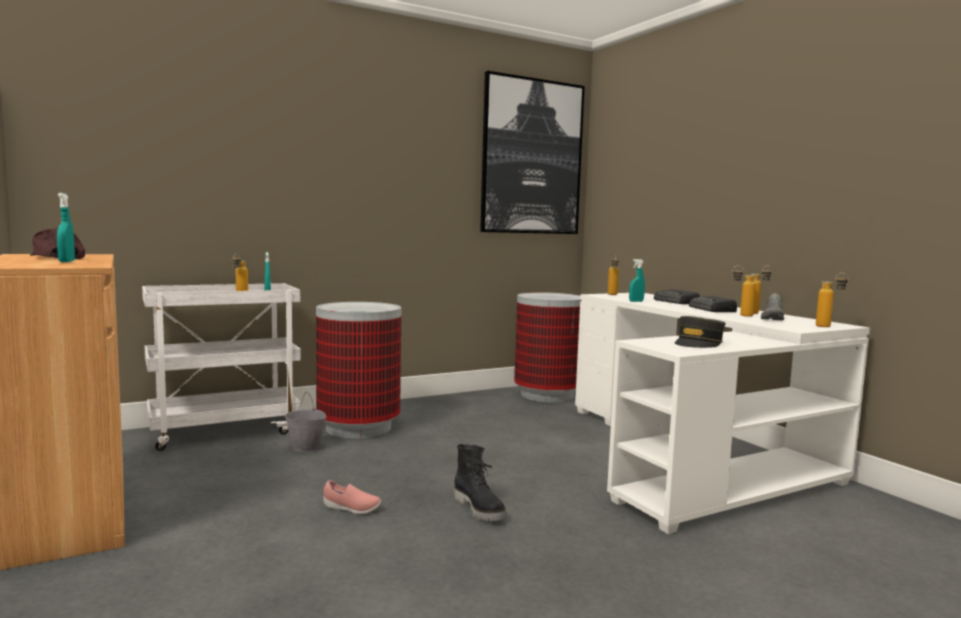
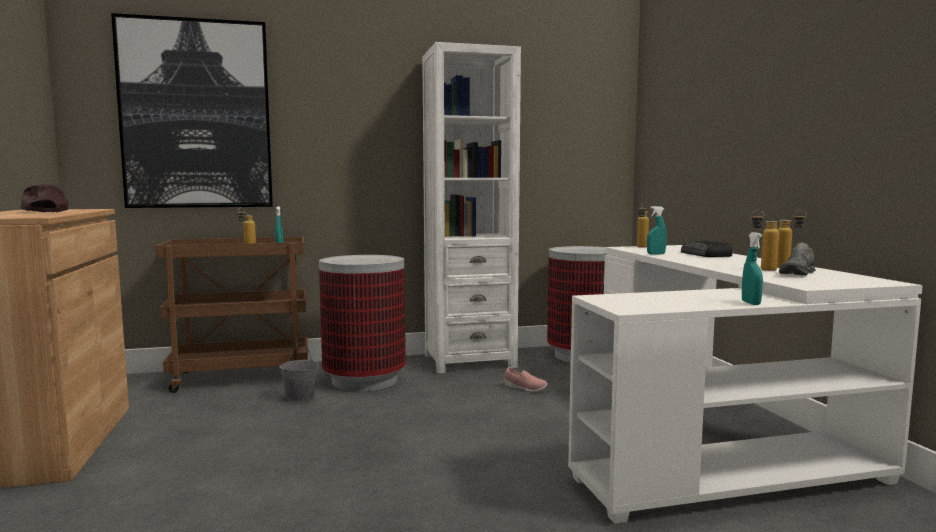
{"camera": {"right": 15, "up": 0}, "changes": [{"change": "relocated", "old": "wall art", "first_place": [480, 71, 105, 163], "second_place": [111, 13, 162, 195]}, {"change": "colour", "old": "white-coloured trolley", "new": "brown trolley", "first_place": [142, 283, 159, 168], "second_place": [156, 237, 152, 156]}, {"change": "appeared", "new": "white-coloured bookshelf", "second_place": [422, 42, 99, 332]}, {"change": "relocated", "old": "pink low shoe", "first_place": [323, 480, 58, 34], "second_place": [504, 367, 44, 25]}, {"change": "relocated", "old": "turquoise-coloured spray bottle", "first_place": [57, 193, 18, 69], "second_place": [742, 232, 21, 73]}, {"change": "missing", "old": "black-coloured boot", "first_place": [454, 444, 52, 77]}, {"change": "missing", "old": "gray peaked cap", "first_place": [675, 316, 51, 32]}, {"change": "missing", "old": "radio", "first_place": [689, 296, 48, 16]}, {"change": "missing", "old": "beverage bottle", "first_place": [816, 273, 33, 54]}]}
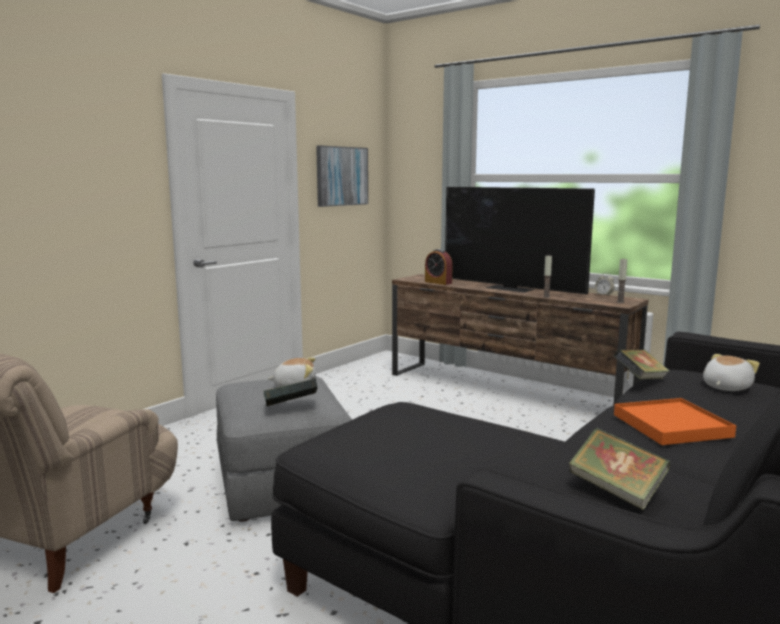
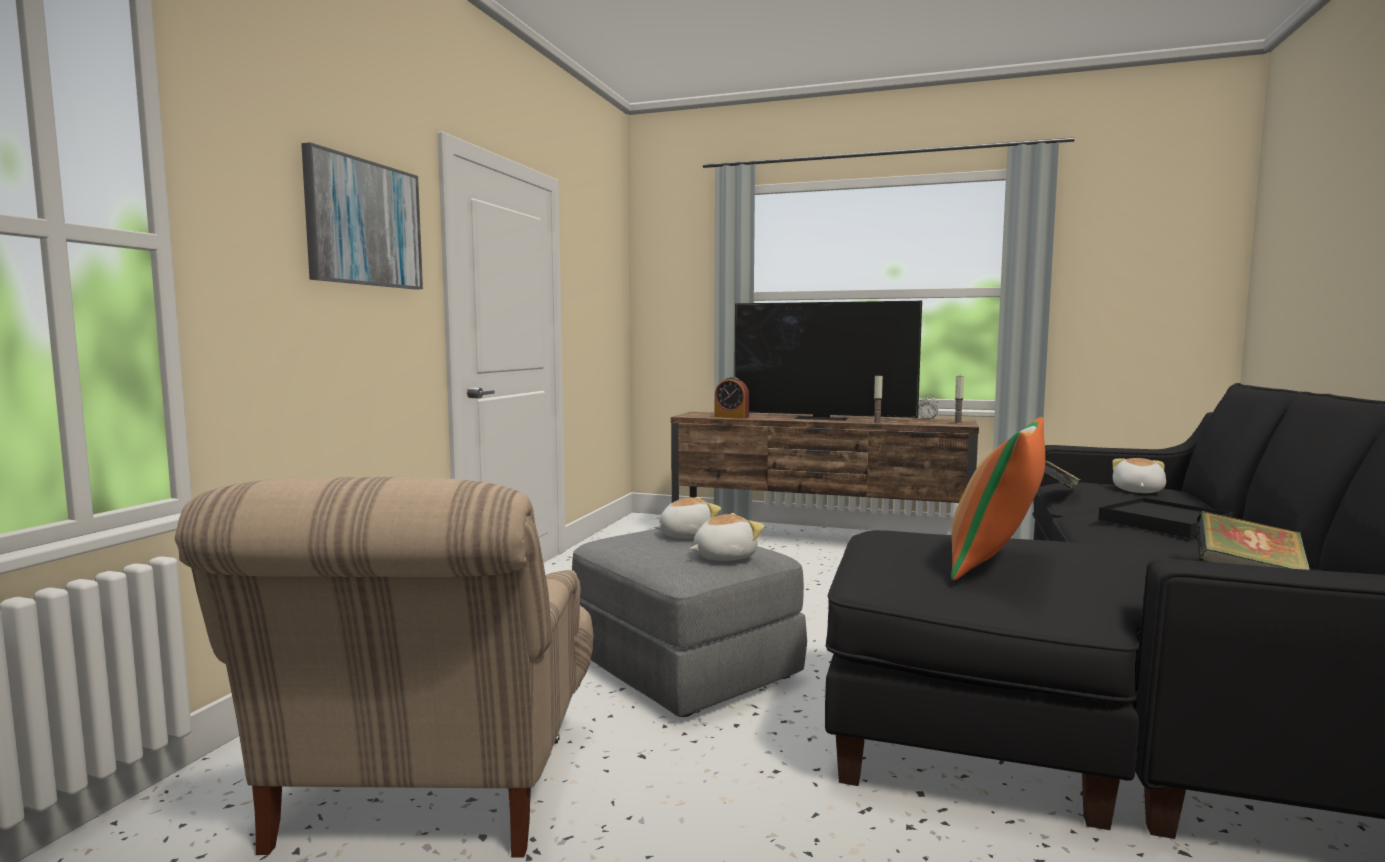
{"camera": {"right": -20, "up": -5}, "changes": [{"change": "relocated", "old": "wall art", "first_place": [316, 146, 52, 61], "second_place": [301, 142, 122, 147]}, {"change": "exchanged", "old": "volume", "new": "cuddly toy", "first_place": [263, 378, 55, 28], "second_place": [690, 513, 74, 48]}, {"change": "appeared", "new": "throw pillow", "second_place": [951, 417, 94, 164]}, {"change": "colour", "old": "orangey carrying tray", "new": "black-coloured carrying tray", "first_place": [614, 398, 122, 47], "second_place": [1098, 498, 135, 40]}]}
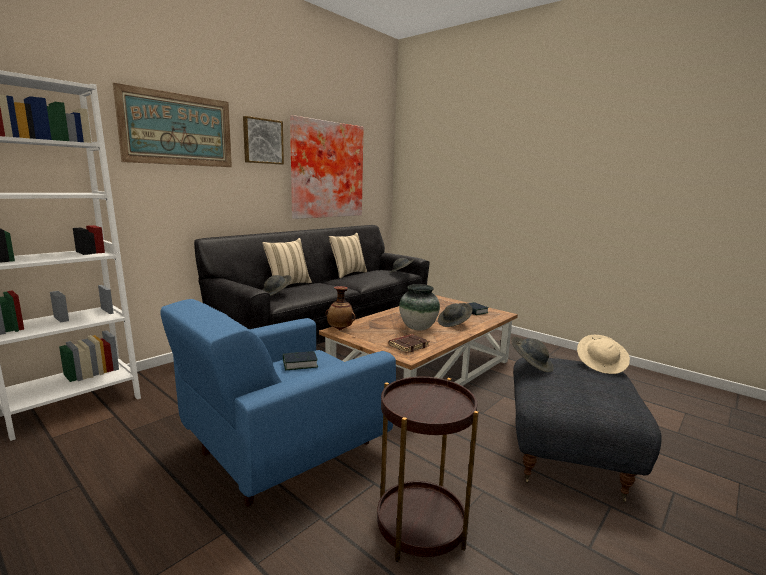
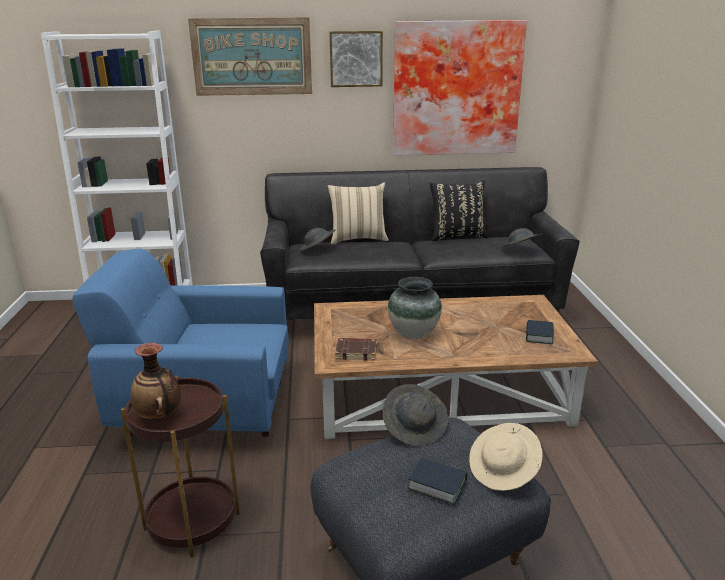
{"camera": {"right": 45, "up": 10}, "changes": [{"change": "relocated", "old": "decorative vase", "first_place": [325, 286, 31, 44], "second_place": [131, 343, 50, 76]}, {"change": "relocated", "old": "volume", "first_place": [283, 351, 35, 19], "second_place": [408, 457, 59, 48]}, {"change": "colour", "old": "beige-coloured throw pillow", "new": "black-coloured throw pillow", "first_place": [329, 233, 38, 46], "second_place": [430, 180, 58, 61]}, {"change": "missing", "old": "gray wearable hat", "first_place": [438, 303, 34, 24]}]}
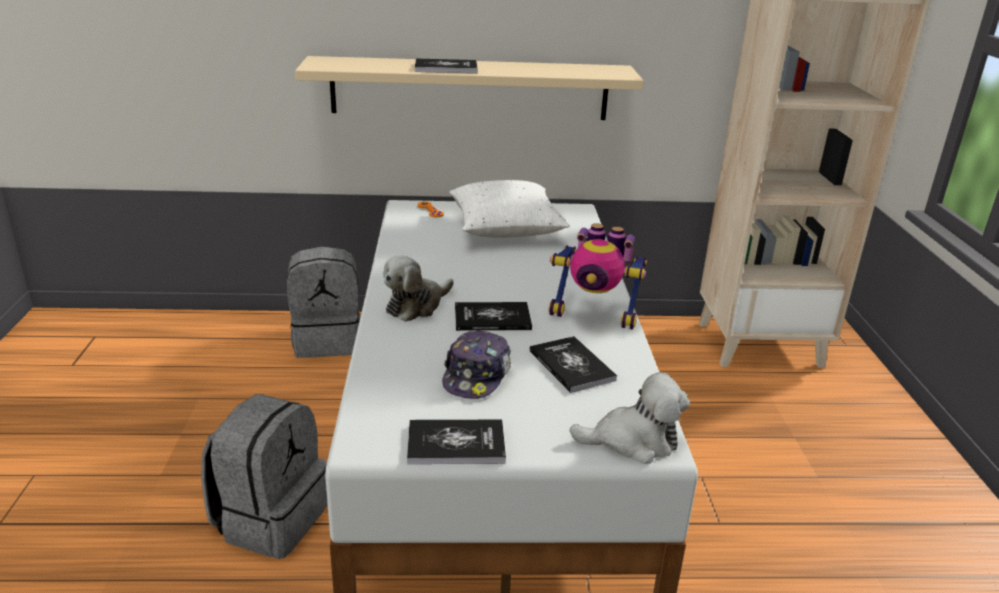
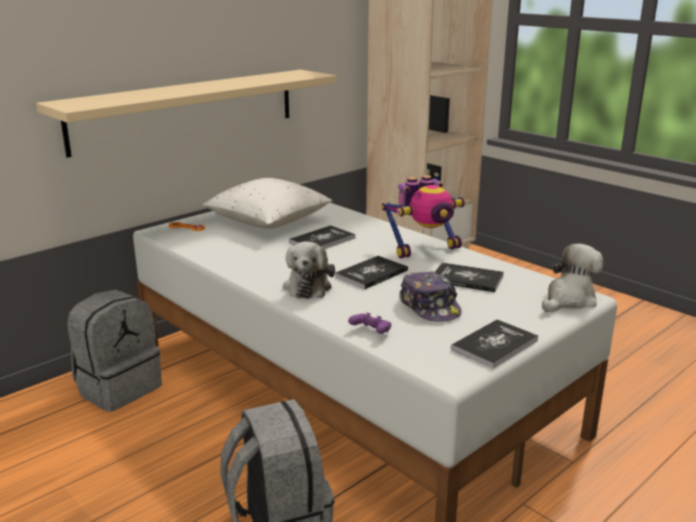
{"camera": {"right": -40, "up": -5}, "changes": [{"change": "relocated", "old": "volume", "first_place": [415, 59, 63, 14], "second_place": [289, 225, 66, 24]}, {"change": "appeared", "new": "purplish gamepad", "second_place": [348, 313, 43, 21]}]}
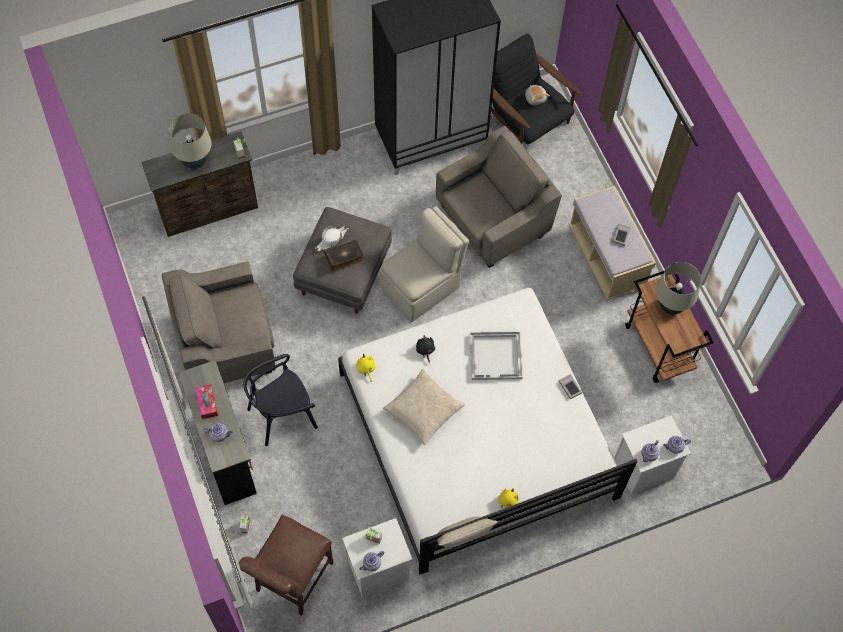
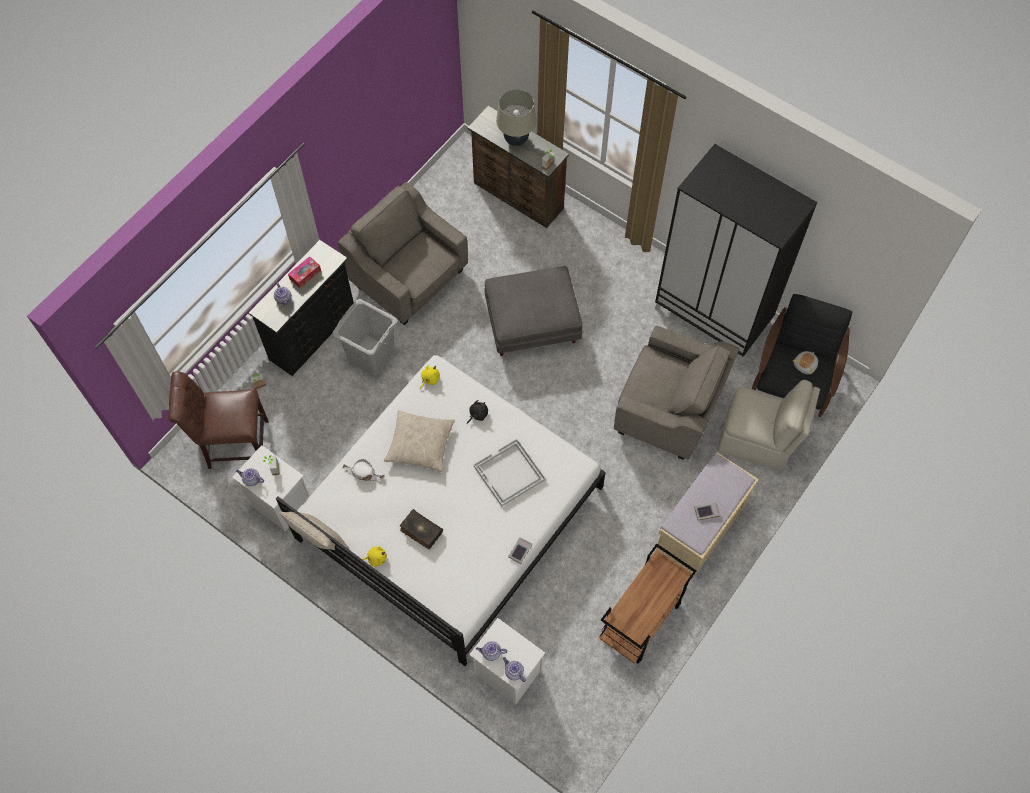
{"camera": {"right": 60, "up": 0}, "changes": [{"change": "exchanged", "old": "black-coloured chair", "new": "gray washing basket", "first_place": [243, 354, 75, 92], "second_place": [333, 299, 65, 76]}, {"change": "relocated", "old": "white-coloured wearable hat", "first_place": [315, 225, 33, 26], "second_place": [342, 459, 42, 22]}, {"change": "relocated", "old": "volume", "first_place": [324, 240, 40, 32], "second_place": [400, 509, 43, 40]}, {"change": "relocated", "old": "beige-coloured chair", "first_place": [380, 206, 89, 116], "second_place": [718, 380, 102, 91]}, {"change": "missing", "old": "beige-coloured tabletop lamp", "first_place": [656, 262, 45, 53]}]}
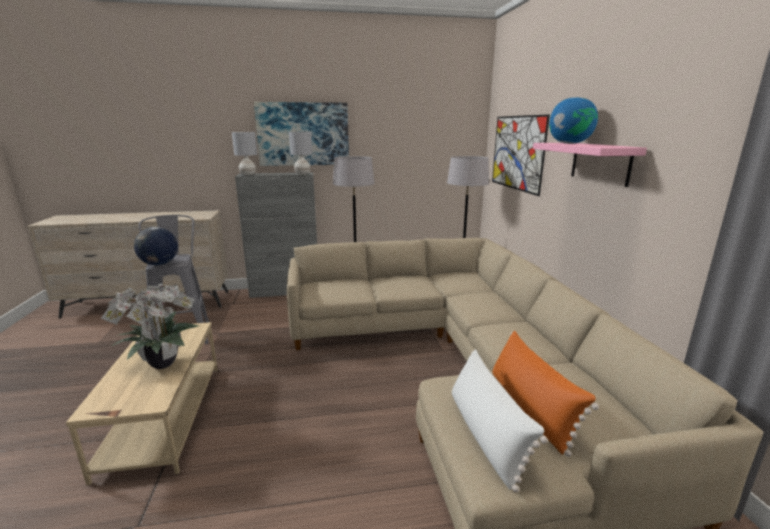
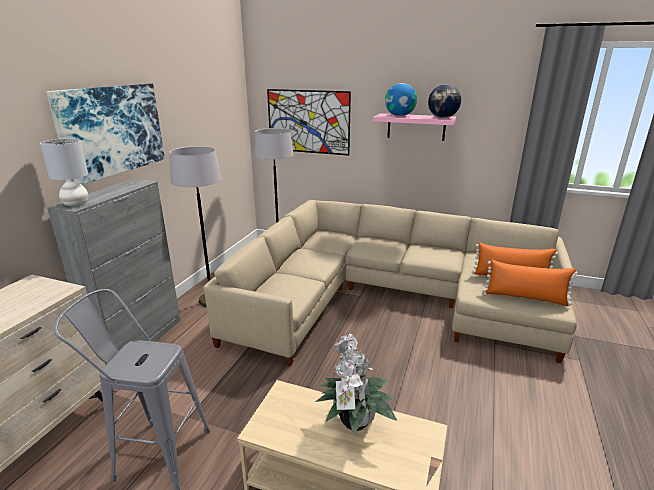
{"camera": {"right": -60, "up": 5}, "changes": [{"change": "relocated", "old": "world globe", "first_place": [134, 227, 44, 38], "second_place": [428, 84, 33, 34]}, {"change": "colour", "old": "white-coloured throw pillow", "new": "orangey throw pillow", "first_place": [452, 349, 96, 144], "second_place": [483, 259, 95, 47]}, {"change": "missing", "old": "gray tabletop lamp", "first_place": [289, 132, 23, 42]}]}
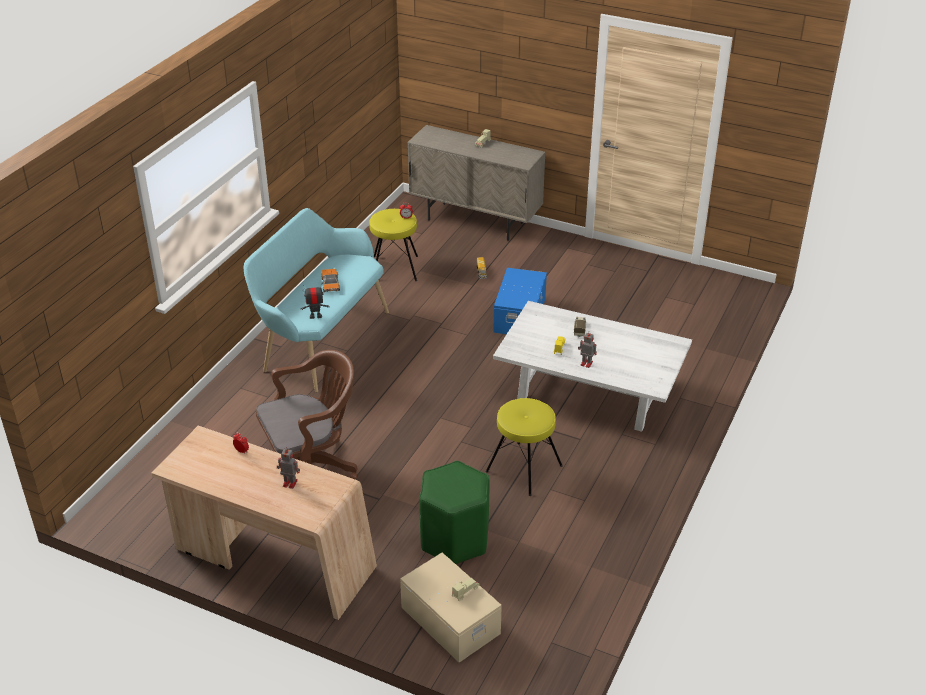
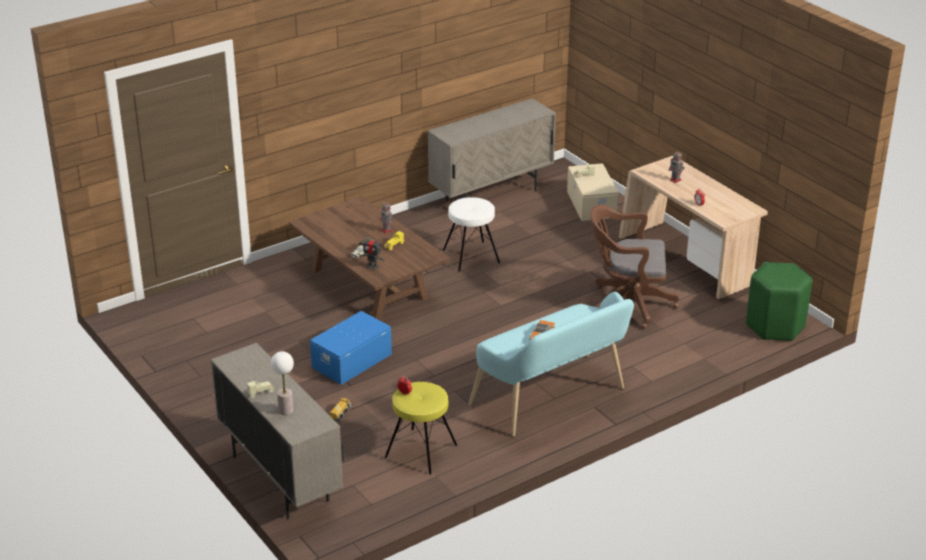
{"camera": {"right": -150, "up": -5}, "changes": [{"change": "appeared", "new": "tabletop lamp", "second_place": [271, 351, 23, 64]}, {"change": "colour", "old": "white-coloured lounge table", "new": "brown lounge table", "first_place": [493, 301, 199, 131], "second_place": [289, 196, 161, 123]}, {"change": "relocated", "old": "robot figure", "first_place": [301, 285, 28, 34], "second_place": [361, 237, 24, 33]}, {"change": "appeared", "new": "beige-coloured cupboard", "second_place": [427, 98, 129, 103]}, {"change": "colour", "old": "yellow stool", "new": "white-coloured stool", "first_place": [486, 398, 77, 98], "second_place": [443, 197, 57, 75]}, {"change": "relocated", "old": "green stool", "first_place": [419, 461, 71, 103], "second_place": [746, 262, 66, 79]}]}
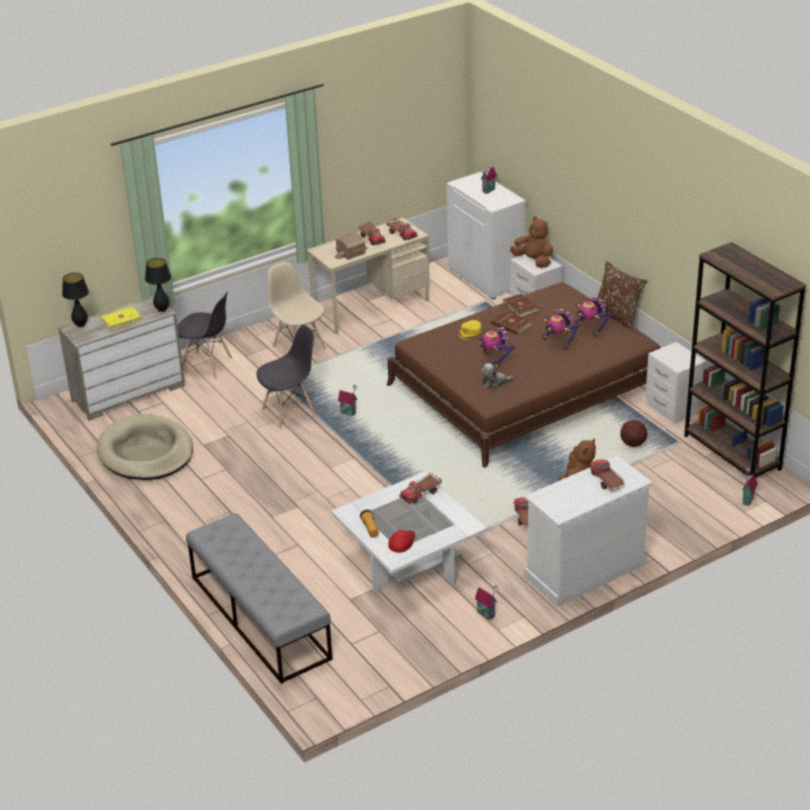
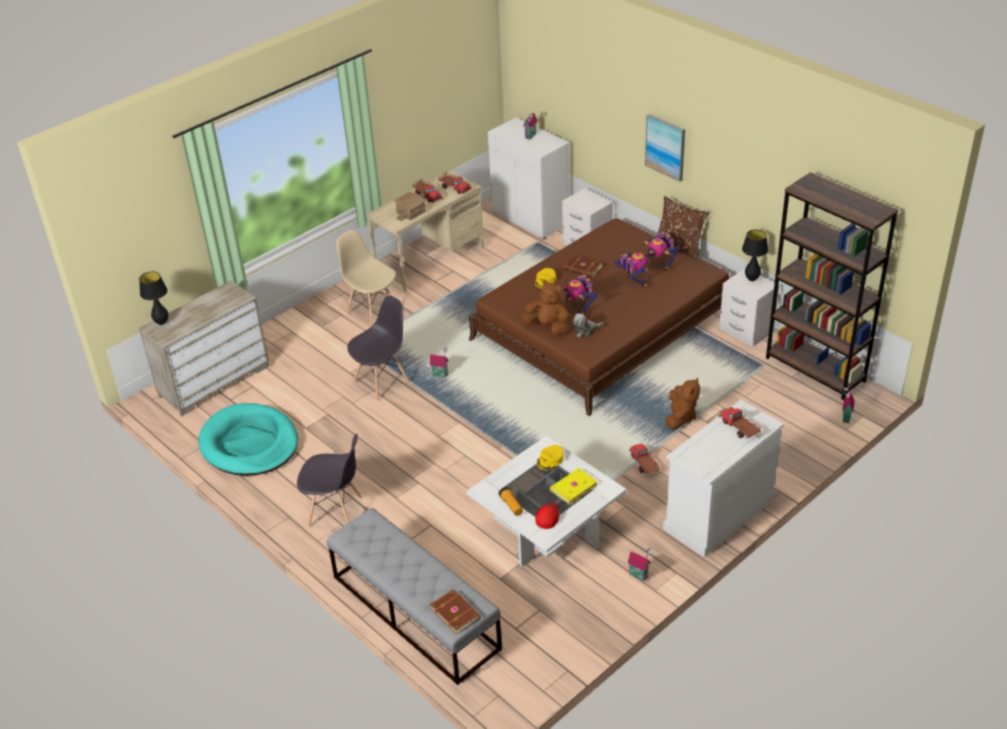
{"camera": {"right": -10, "up": 5}, "changes": [{"change": "colour", "old": "beige-coloured dog bed", "new": "turquoise-coloured dog bed", "first_place": [97, 414, 96, 66], "second_place": [198, 403, 100, 73]}, {"change": "relocated", "old": "gray chair", "first_place": [177, 291, 55, 88], "second_place": [297, 434, 65, 93]}, {"change": "relocated", "old": "brown volume", "first_place": [503, 293, 37, 24], "second_place": [430, 589, 51, 45]}, {"change": "relocated", "old": "brown cuddly toy", "first_place": [510, 216, 43, 52], "second_place": [521, 280, 48, 55]}, {"change": "exchanged", "old": "toy lorry", "new": "yellow peaked cap", "first_place": [399, 473, 43, 31], "second_place": [537, 445, 27, 25]}, {"change": "relocated", "old": "yellow volume", "first_place": [100, 306, 42, 24], "second_place": [550, 468, 48, 37]}, {"change": "spun", "old": "robot figure", "first_place": [542, 309, 38, 41], "second_place": [614, 253, 35, 35], "degrees": -150}, {"change": "appeared", "new": "wall art", "second_place": [645, 114, 40, 68]}, {"change": "relocated", "old": "black-coloured tabletop lamp", "first_place": [145, 258, 26, 54], "second_place": [742, 229, 26, 52]}, {"change": "missing", "old": "ball for basketball", "first_place": [620, 420, 27, 27]}]}
